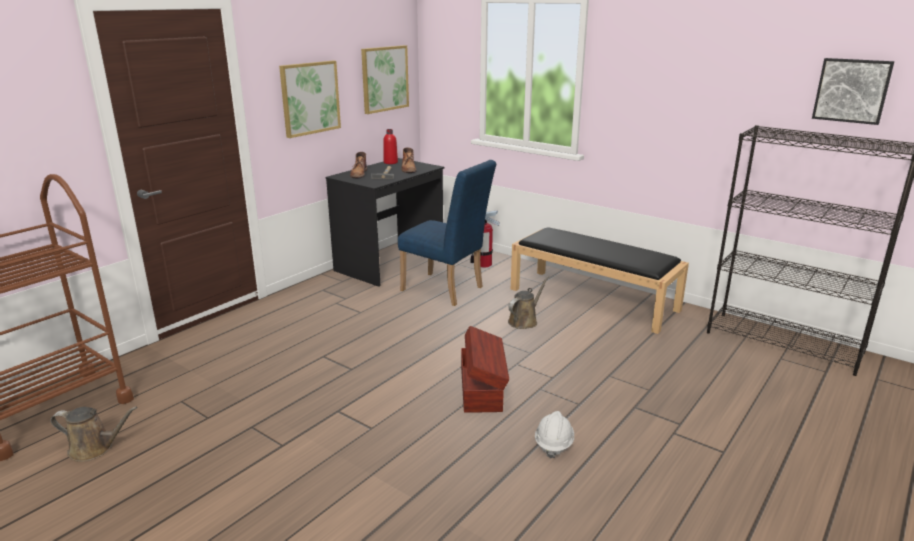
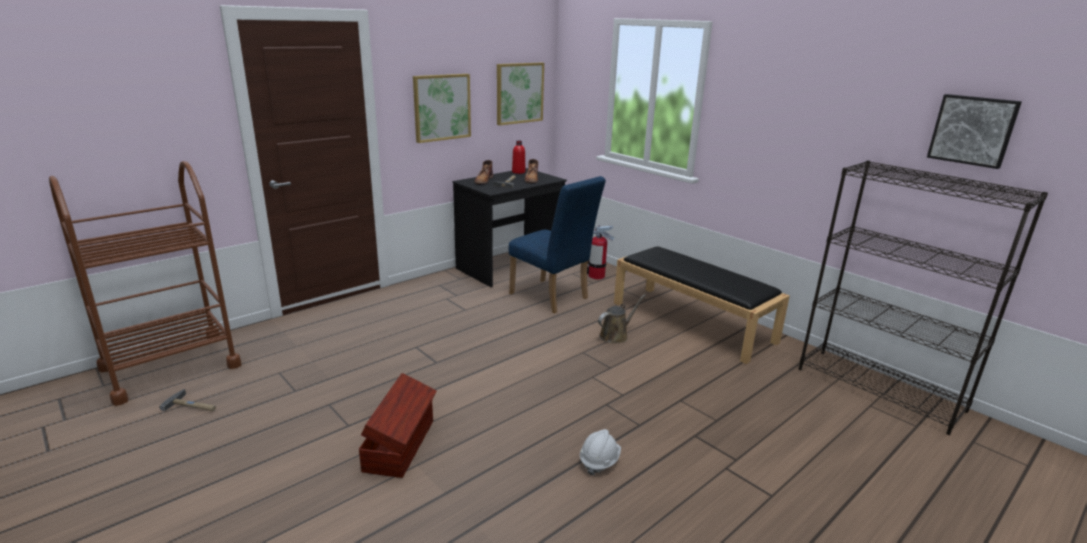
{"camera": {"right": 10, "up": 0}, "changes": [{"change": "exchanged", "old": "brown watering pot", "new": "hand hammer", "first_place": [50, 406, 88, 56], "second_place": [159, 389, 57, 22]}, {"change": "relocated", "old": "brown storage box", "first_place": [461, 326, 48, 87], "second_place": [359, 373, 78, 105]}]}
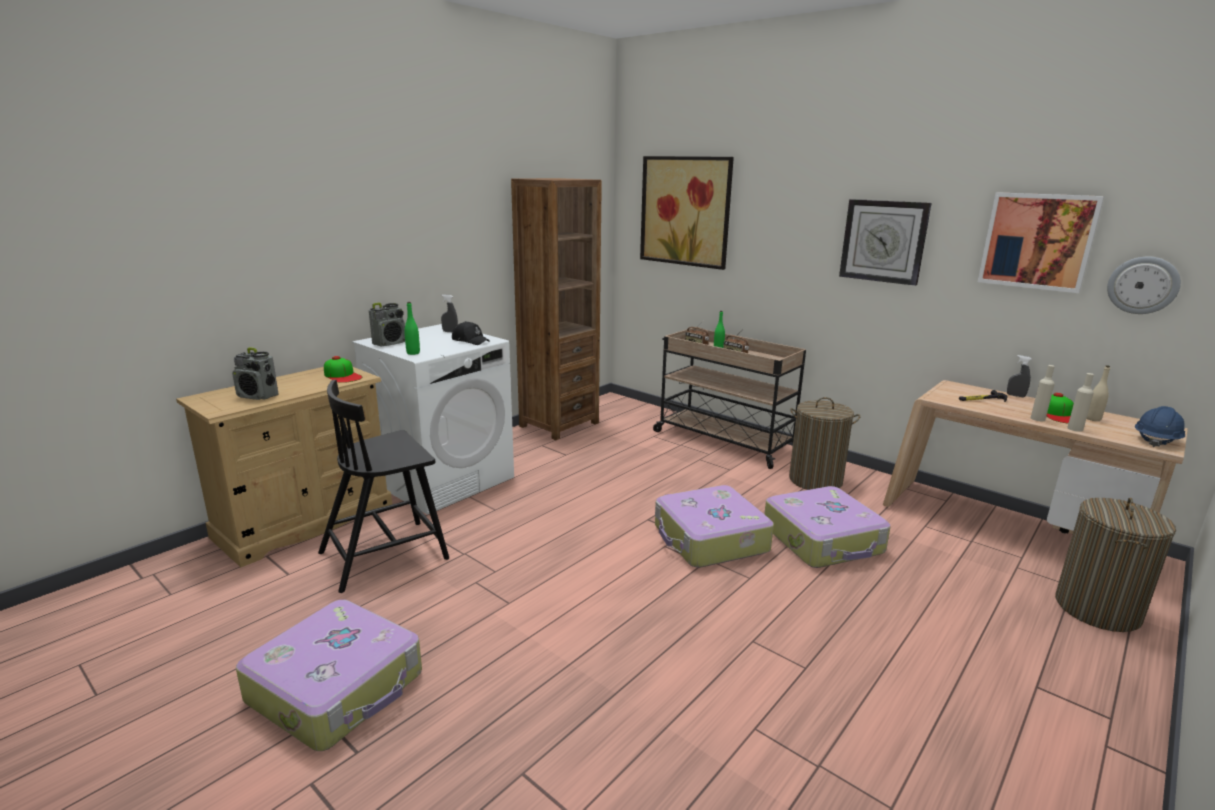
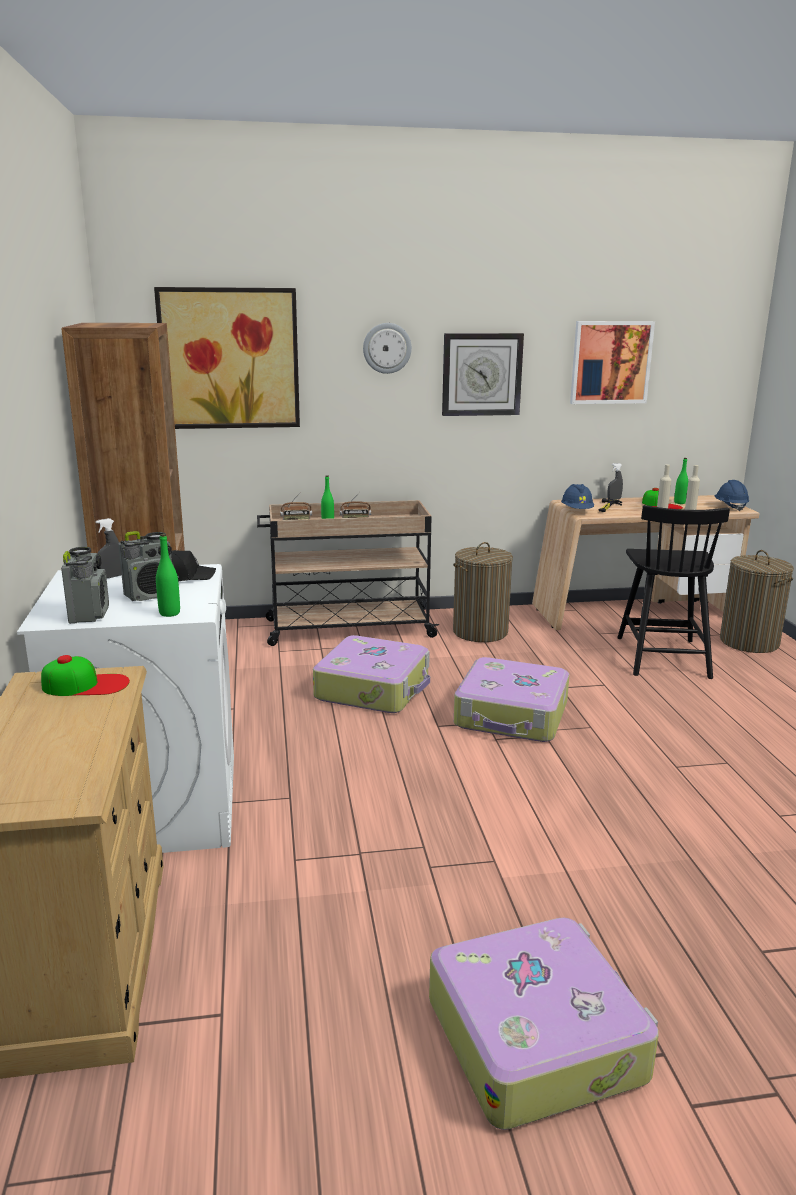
{"camera": {"right": -50, "up": 0}, "changes": [{"change": "relocated", "old": "radio", "first_place": [232, 347, 47, 53], "second_place": [118, 531, 56, 70]}, {"change": "relocated", "old": "piece of luggage", "first_place": [764, 486, 127, 82], "second_place": [313, 635, 117, 78]}, {"change": "relocated", "old": "wall clock", "first_place": [1107, 257, 74, 57], "second_place": [363, 323, 49, 51]}, {"change": "appeared", "new": "blue-coloured work helmet", "second_place": [561, 484, 33, 25]}, {"change": "relocated", "old": "black-coloured chair", "first_place": [318, 380, 131, 213], "second_place": [617, 505, 113, 174]}, {"change": "colour", "old": "beige-coloured beverage bottle", "new": "green beverage bottle", "first_place": [1087, 365, 23, 56], "second_place": [674, 458, 14, 46]}]}
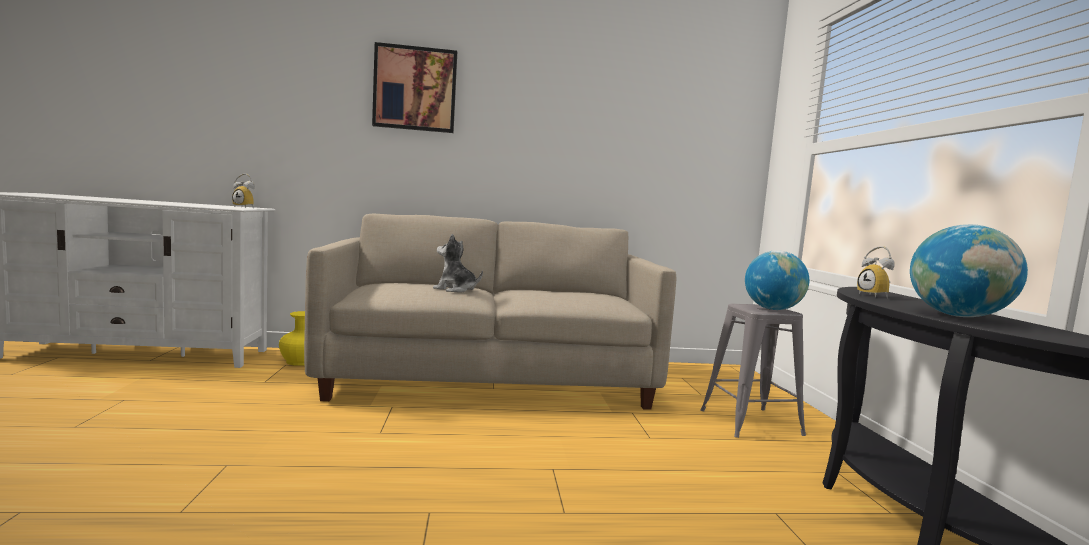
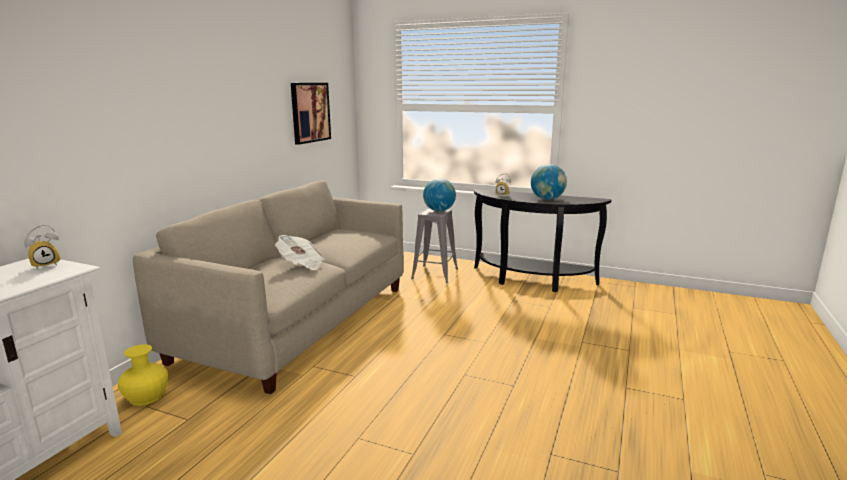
{"camera": {"right": -60, "up": 10}, "changes": [{"change": "exchanged", "old": "cuddly toy", "new": "printed paper", "first_place": [433, 234, 50, 58], "second_place": [275, 235, 50, 35]}, {"change": "relocated", "old": "wall art", "first_place": [372, 42, 85, 91], "second_place": [291, 83, 40, 62]}]}
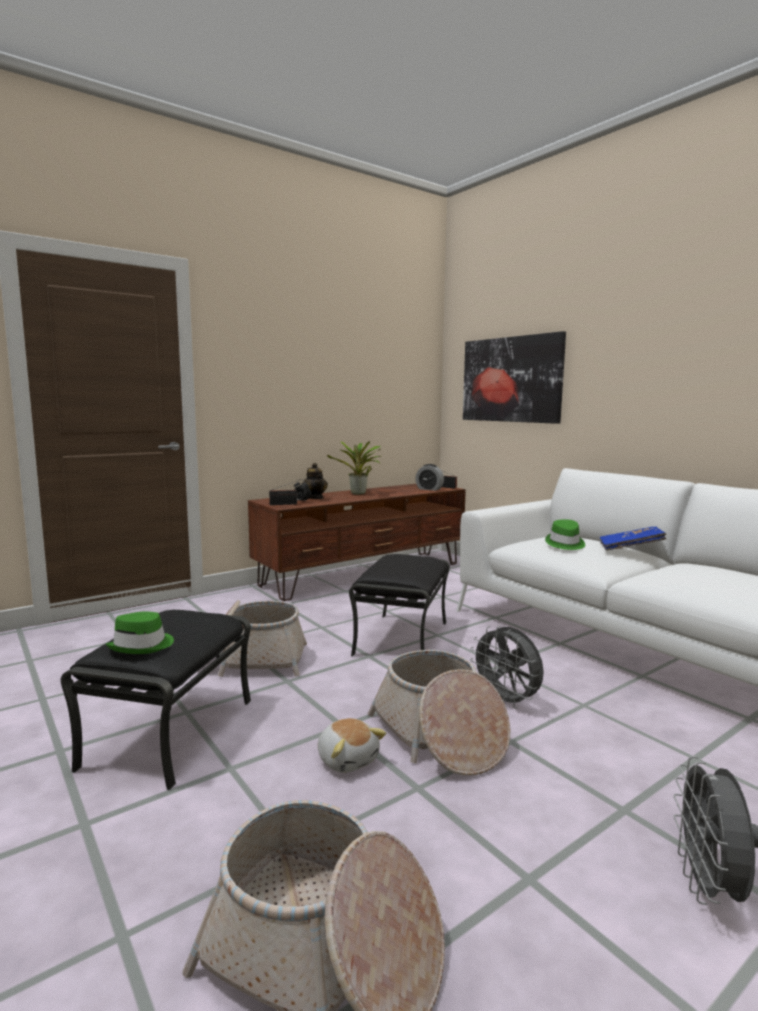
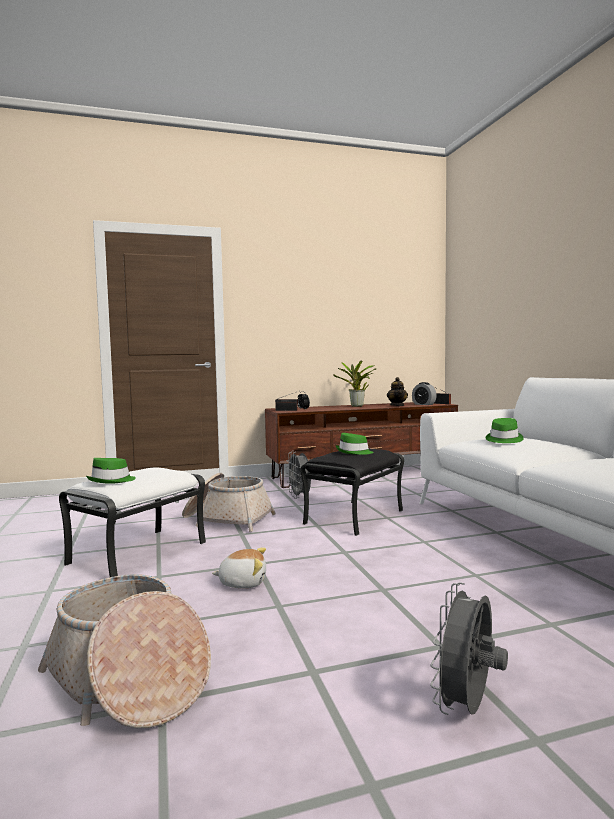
{"camera": {"right": 20, "up": -5}, "changes": [{"change": "colour", "old": "black-coloured ottoman", "new": "white-coloured ottoman", "first_place": [61, 610, 190, 180], "second_place": [59, 467, 147, 110]}, {"change": "spun", "old": "cuddly toy", "first_place": [318, 718, 68, 55], "second_place": [212, 547, 54, 41], "degrees": -75}, {"change": "relocated", "old": "gray cooling fan", "first_place": [470, 626, 74, 83], "second_place": [286, 451, 25, 48]}, {"change": "appeared", "new": "green wearable hat", "second_place": [336, 433, 37, 22]}, {"change": "relocated", "old": "pot for tea", "first_place": [302, 463, 26, 36], "second_place": [387, 377, 21, 29]}, {"change": "missing", "old": "basket", "first_place": [368, 650, 142, 126]}, {"change": "missing", "old": "wall art", "first_place": [463, 331, 103, 93]}, {"change": "missing", "old": "blue-coloured volume", "first_place": [600, 527, 67, 23]}]}
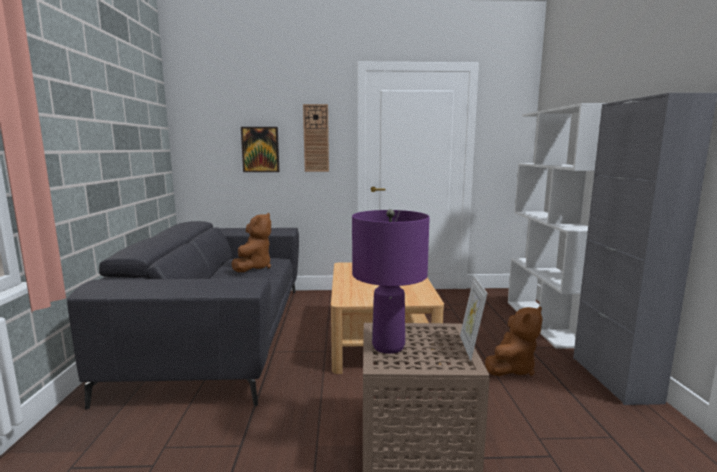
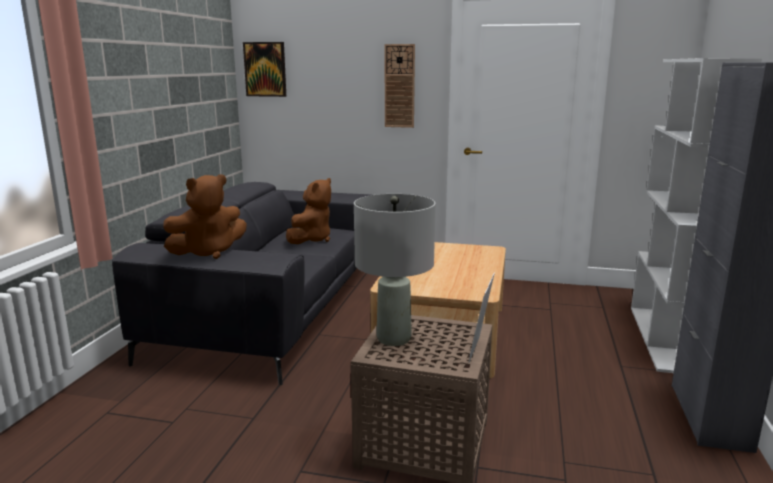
{"camera": {"right": 15, "up": 5}, "changes": [{"change": "relocated", "old": "brown cuddly toy", "first_place": [485, 306, 58, 70], "second_place": [163, 174, 84, 85]}, {"change": "relocated", "old": "wall art", "first_place": [241, 127, 38, 45], "second_place": [243, 42, 43, 55]}, {"change": "colour", "old": "purplish tabletop lamp", "new": "gray tabletop lamp", "first_place": [352, 209, 78, 145], "second_place": [354, 194, 81, 152]}]}
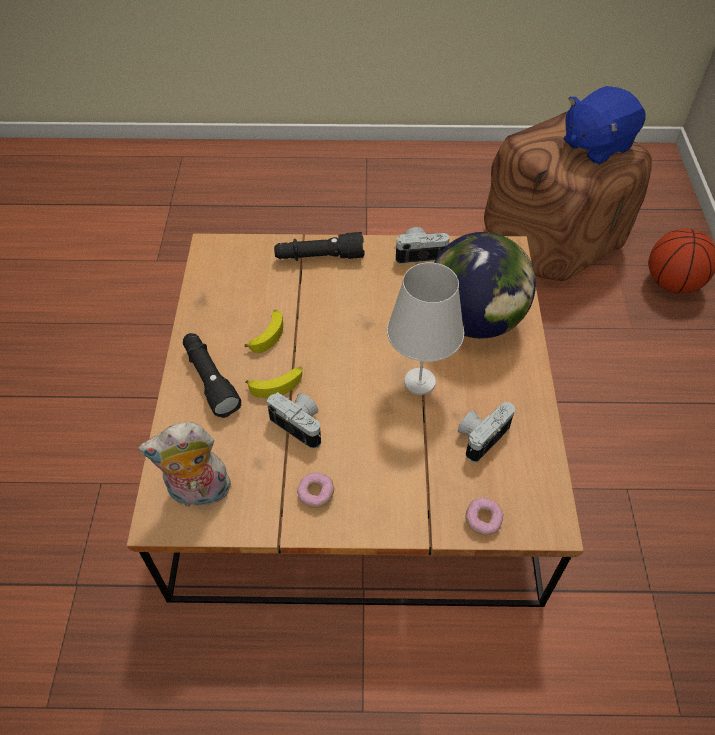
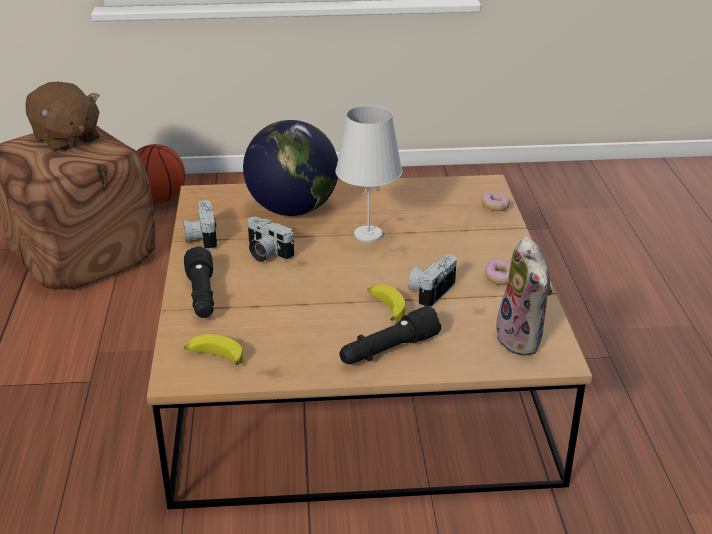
{"camera": {"right": -95, "up": -20}, "changes": [{"change": "colour", "old": "blue-coloured cuddly toy", "new": "brown cuddly toy", "first_place": [564, 86, 82, 79], "second_place": [25, 82, 75, 70]}, {"change": "relocated", "old": "banana fruit", "first_place": [245, 309, 38, 44], "second_place": [184, 334, 59, 31]}, {"change": "relocated", "old": "photo camera", "first_place": [458, 402, 57, 61], "second_place": [248, 217, 46, 45]}]}
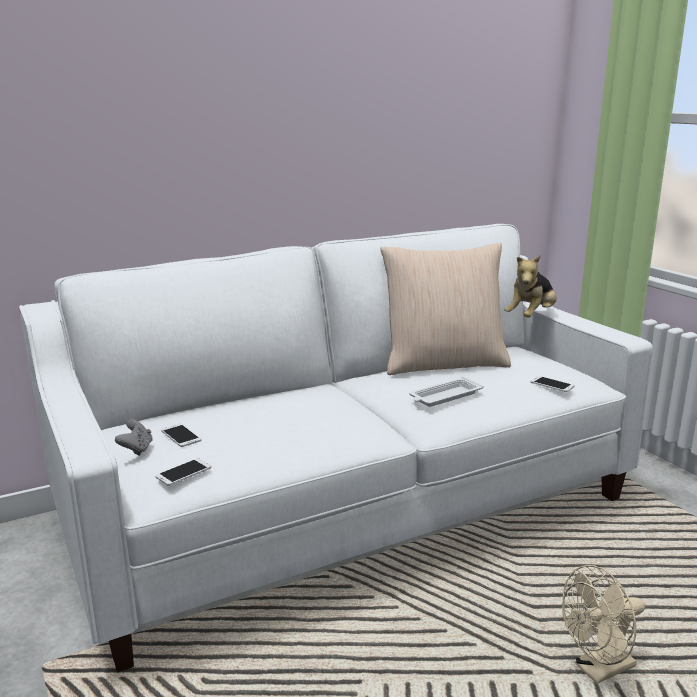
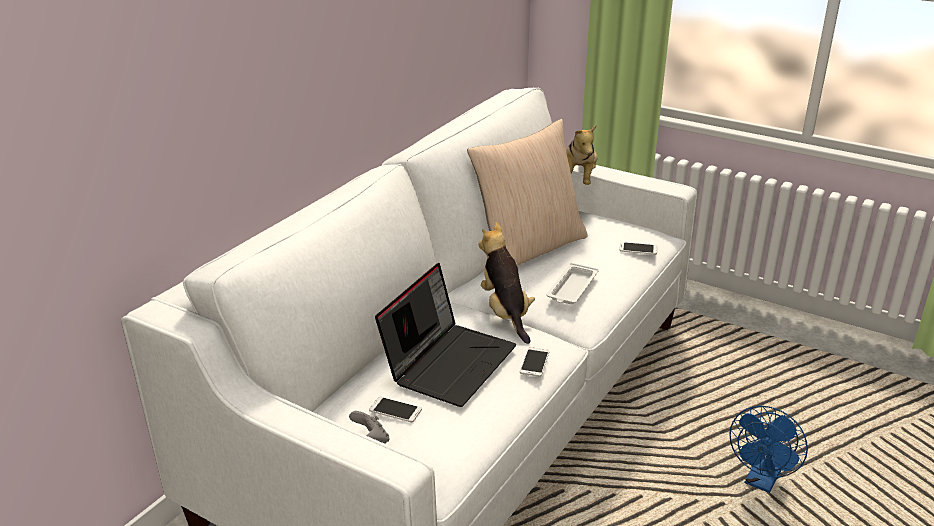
{"camera": {"right": -30, "up": 10}, "changes": [{"change": "appeared", "new": "notebook computer", "second_place": [375, 263, 142, 144]}, {"change": "appeared", "new": "cuddly toy", "second_place": [479, 222, 56, 122]}, {"change": "relocated", "old": "handset", "first_place": [155, 458, 56, 28], "second_place": [520, 347, 29, 30]}, {"change": "colour", "old": "beige-coloured cooling fan", "new": "blue-coloured cooling fan", "first_place": [562, 565, 83, 119], "second_place": [729, 406, 79, 87]}]}
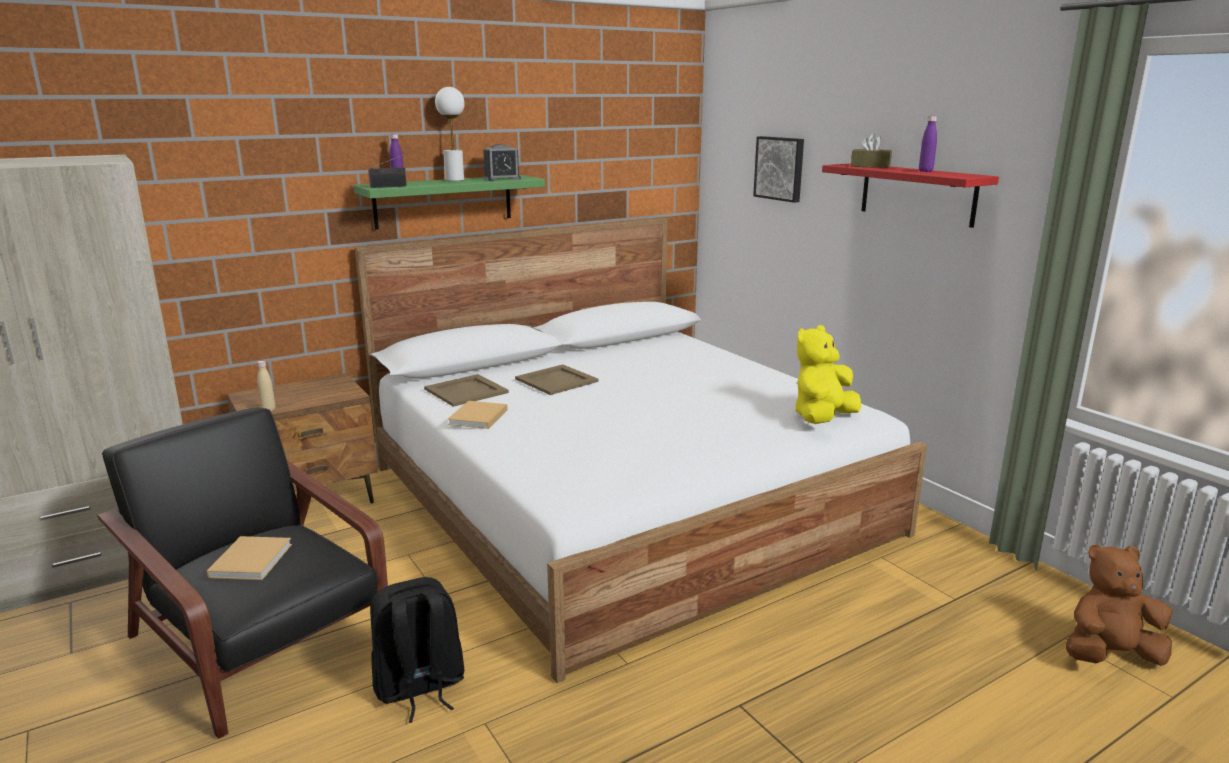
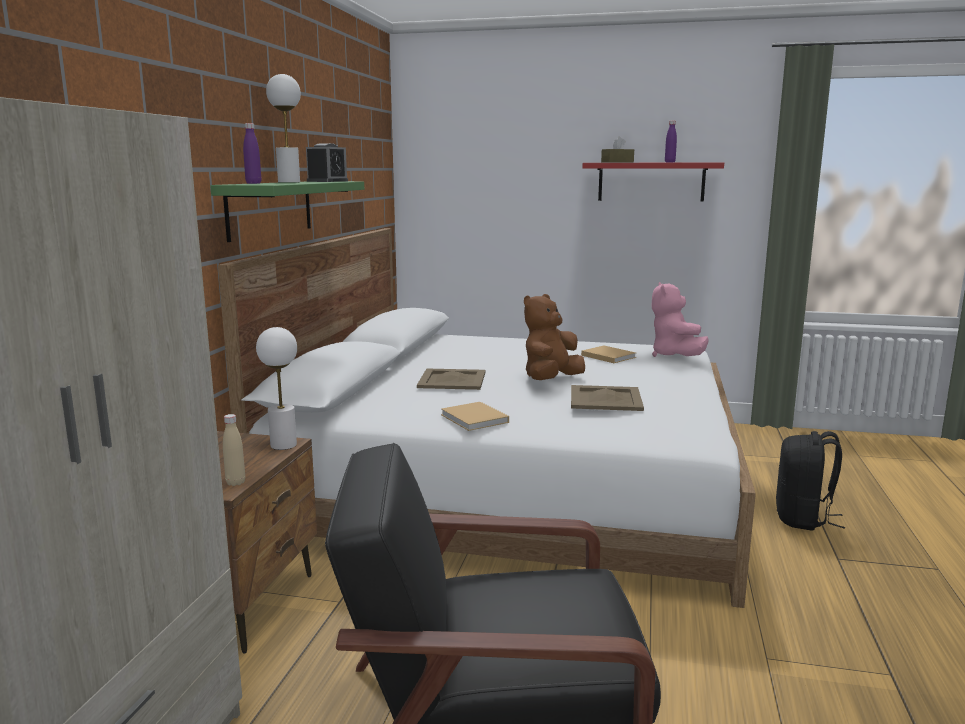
{"camera": {"right": -45, "up": -5}, "changes": [{"change": "appeared", "new": "white-coloured tabletop lamp", "second_place": [256, 327, 41, 123]}, {"change": "relocated", "old": "brown cuddly toy", "first_place": [1066, 544, 107, 122], "second_place": [524, 294, 61, 86]}, {"change": "relocated", "old": "beige-coloured carrying tray", "first_place": [424, 374, 85, 33], "second_place": [571, 385, 73, 26]}, {"change": "relocated", "old": "beige-coloured volume", "first_place": [207, 536, 85, 44], "second_place": [581, 345, 55, 18]}, {"change": "colour", "old": "yellow cuddly toy", "new": "pink cuddly toy", "first_place": [796, 325, 65, 99], "second_place": [651, 282, 57, 75]}, {"change": "relocated", "old": "black-coloured backpack", "first_place": [370, 577, 94, 146], "second_place": [776, 431, 69, 100]}, {"change": "missing", "old": "radio", "first_place": [368, 153, 39, 35]}, {"change": "missing", "old": "wall art", "first_place": [753, 136, 51, 67]}]}
